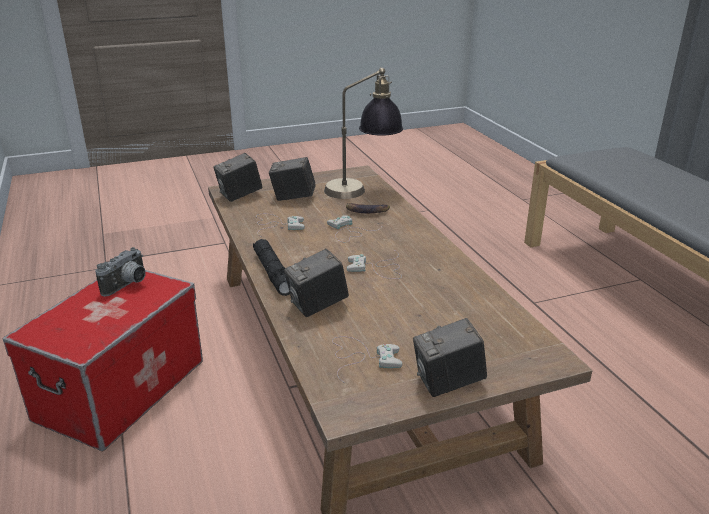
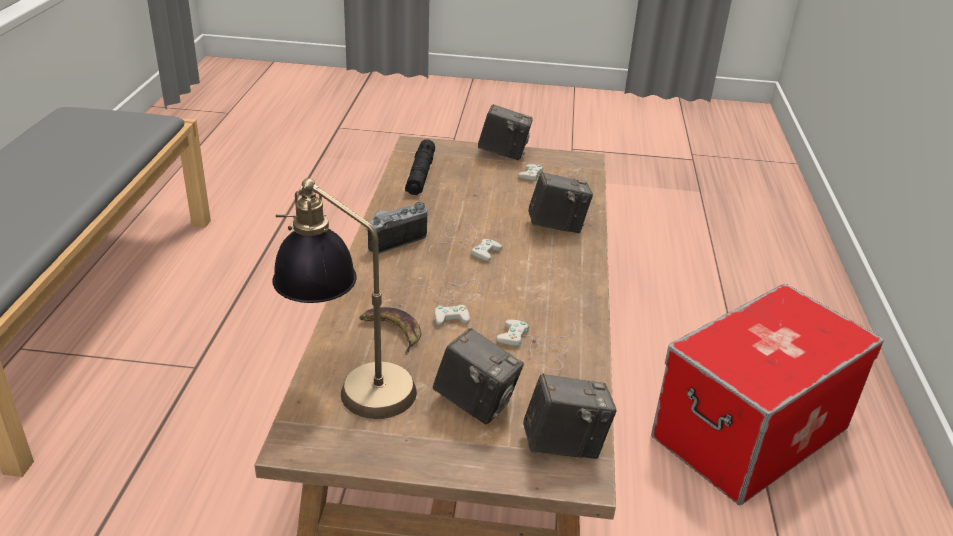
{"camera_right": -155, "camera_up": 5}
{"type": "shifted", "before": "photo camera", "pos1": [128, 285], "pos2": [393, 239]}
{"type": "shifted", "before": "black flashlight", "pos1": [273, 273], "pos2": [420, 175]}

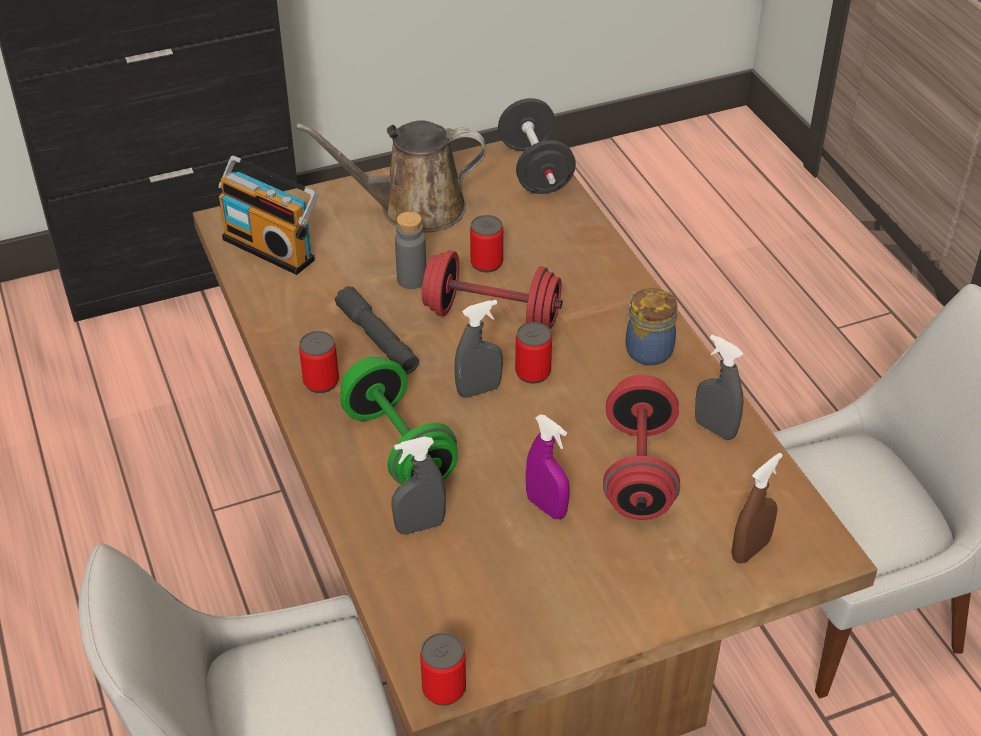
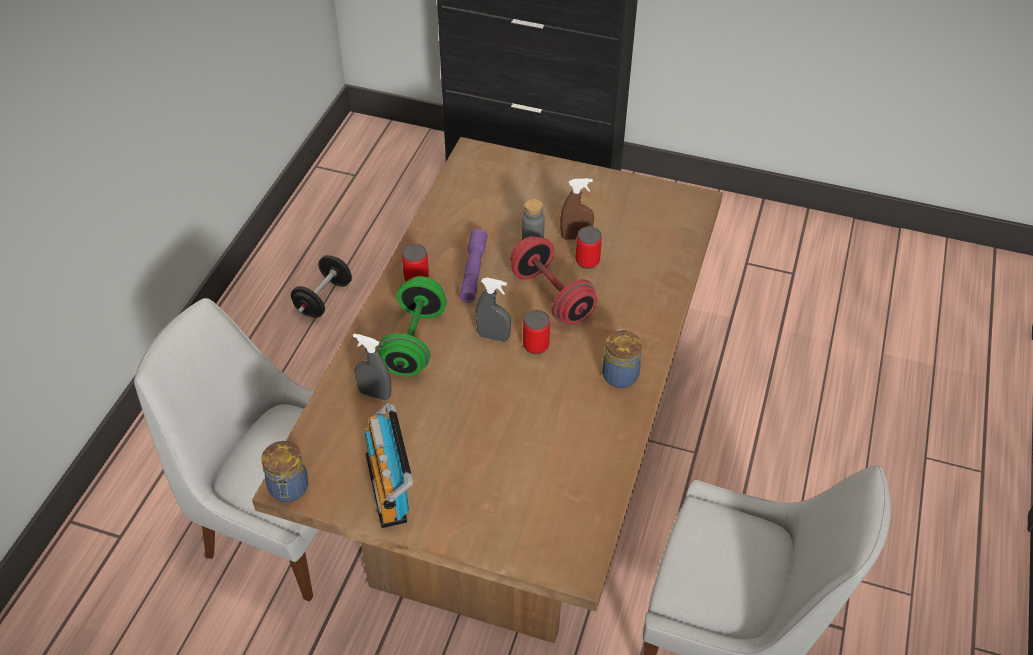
{"camera_right": 40, "camera_up": 5}
{"type": "swapped", "before": "can", "after": "jar", "pos1": [444, 689], "pos2": [289, 489]}
{"type": "shifted", "before": "black dumbbell", "pos1": [535, 170], "pos2": [323, 299]}
{"type": "shifted", "before": "radio", "pos1": [272, 247], "pos2": [391, 487]}
{"type": "repainted", "before": "grey flashlight", "after": "purple flashlight", "pos1": [377, 339], "pos2": [473, 271]}
{"type": "shifted", "before": "brown spray bottle", "pos1": [750, 550], "pos2": [576, 237]}
{"type": "gone", "before": "brown watering can", "pos1": [414, 209]}
{"type": "gone", "before": "purple spray bottle", "pos1": [546, 507]}
{"type": "gone", "before": "red dumbbell", "pos1": [639, 471]}
{"type": "gone", "before": "grey spray bottle", "pos1": [715, 429]}

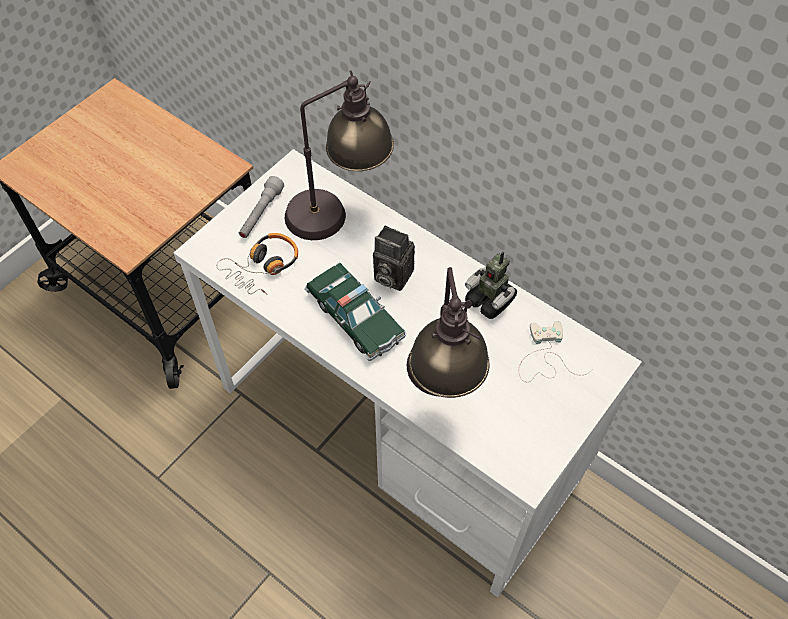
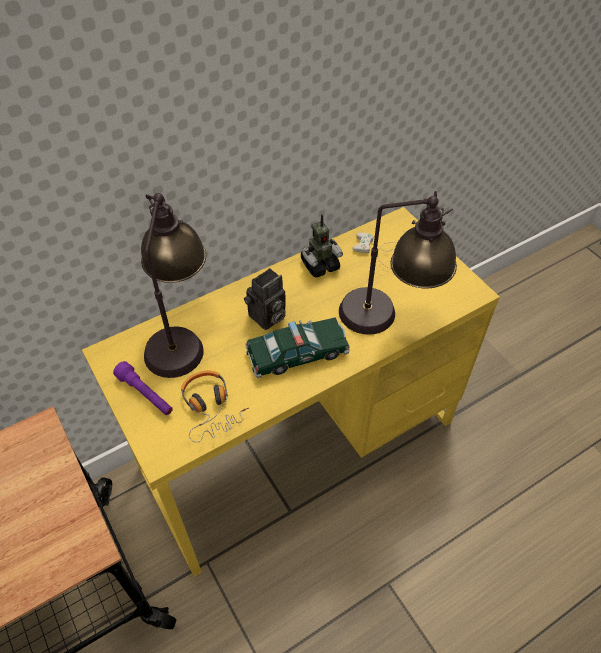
{"camera_right": -70, "camera_up": -5}
{"type": "repainted", "before": "white desk", "after": "yellow desk", "pos1": [397, 433], "pos2": [299, 444]}
{"type": "repainted", "before": "grey flashlight", "after": "purple flashlight", "pos1": [261, 214], "pos2": [146, 394]}

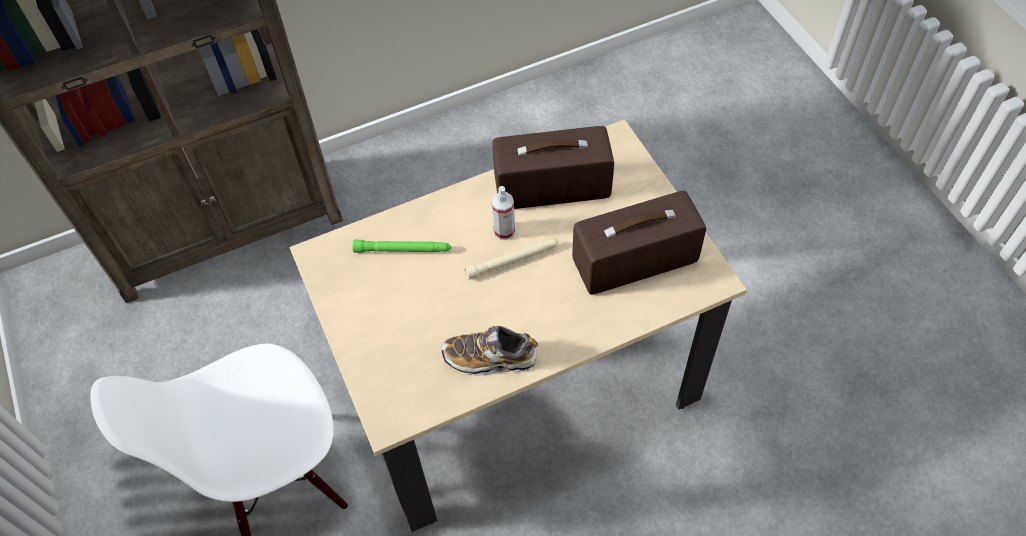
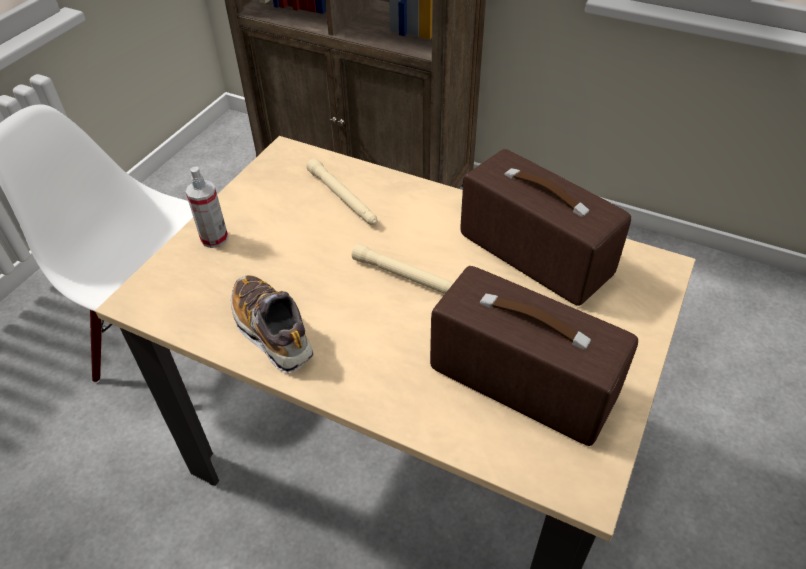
{"camera_right": 50, "camera_up": -10}
{"type": "shifted", "before": "spray bottle", "pos1": [504, 231], "pos2": [214, 238]}
{"type": "repainted", "before": "green flashlight", "after": "beige flashlight", "pos1": [403, 250], "pos2": [343, 198]}

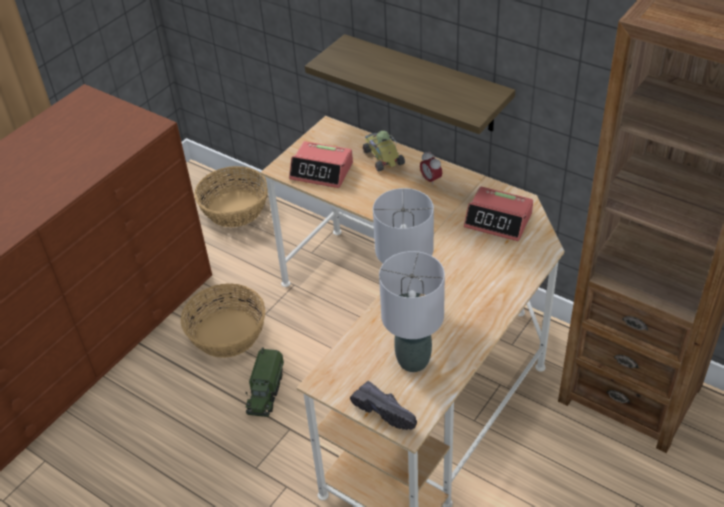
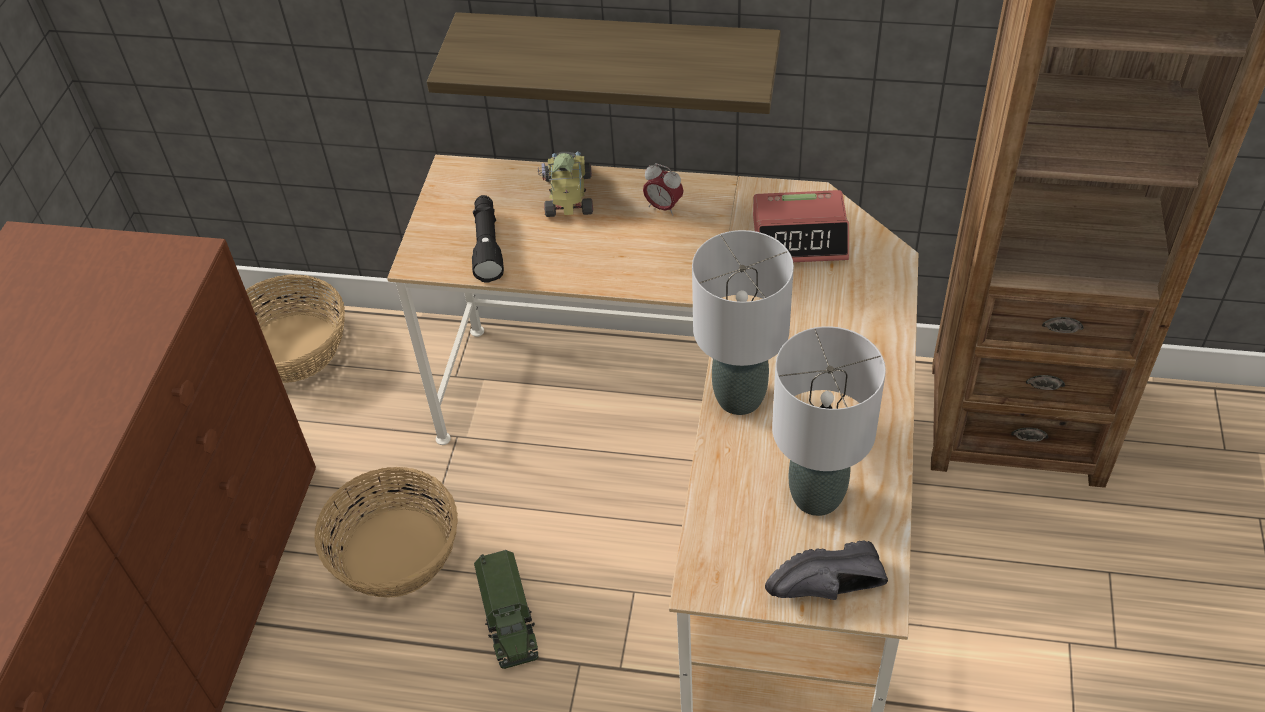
{"camera_right": -25, "camera_up": 5}
{"type": "swapped", "before": "alarm clock", "after": "black flashlight", "pos1": [322, 171], "pos2": [487, 245]}
{"type": "rotated", "before": "toy car", "pos1": [382, 157], "pos2": [567, 194], "turn": 45}
{"type": "rotated", "before": "black shoe", "pos1": [387, 411], "pos2": [829, 590], "turn": 150}

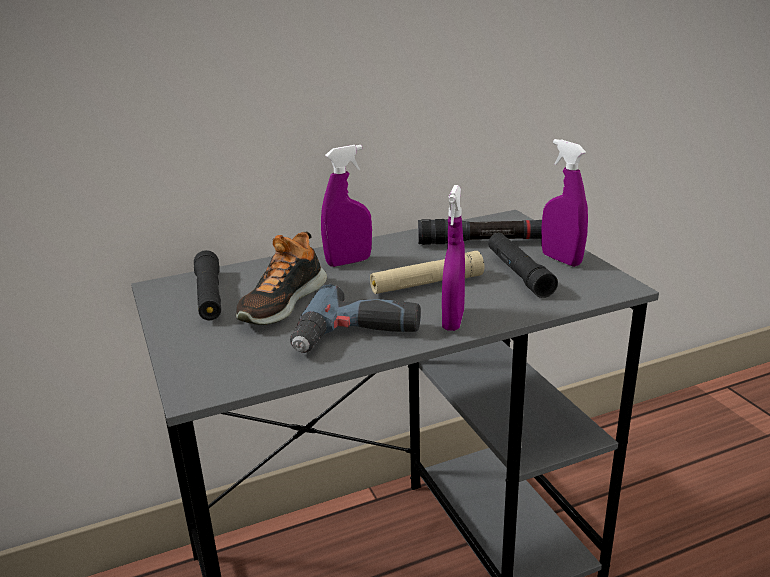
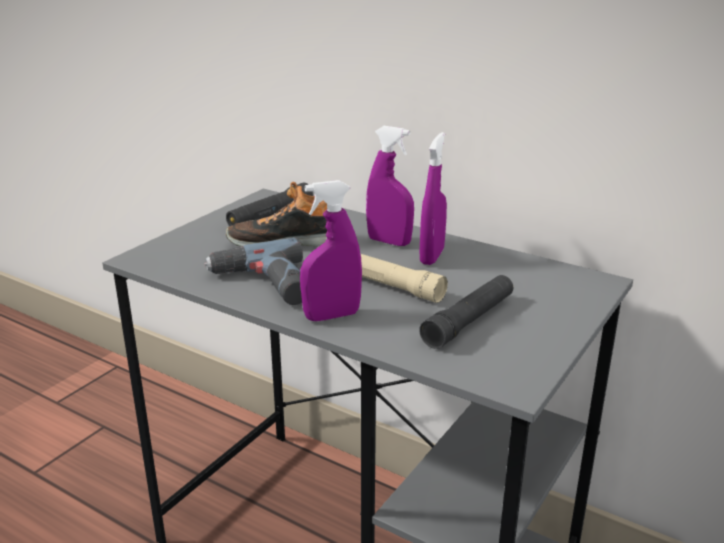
{"camera_right": 55, "camera_up": 0}
{"type": "shifted", "before": "purple spray bottle", "pos1": [561, 259], "pos2": [432, 256]}
{"type": "gone", "before": "black flashlight", "pos1": [482, 242]}

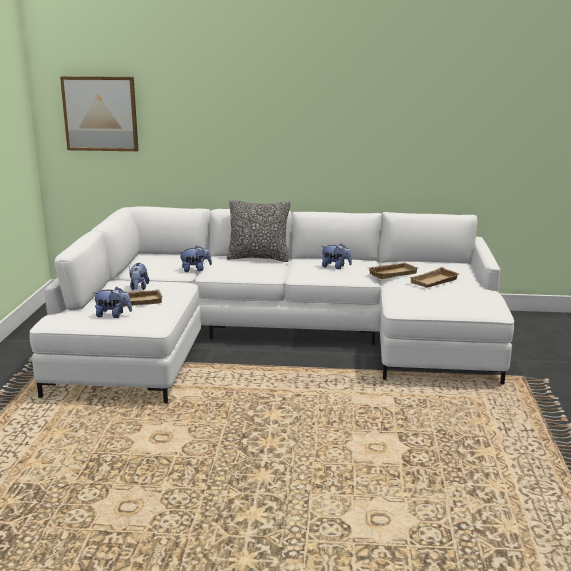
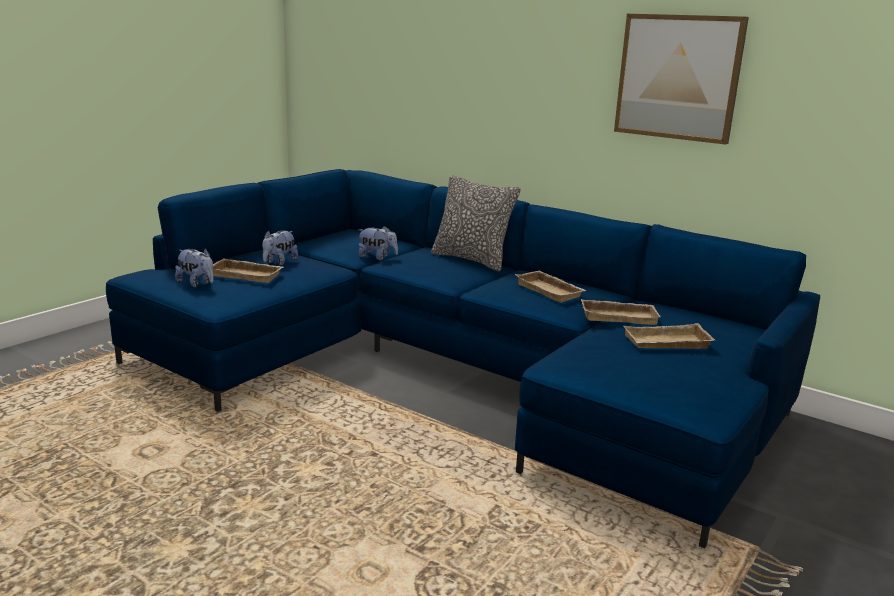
{"camera_right": 30, "camera_up": 0}
{"type": "repainted", "before": "white sofa", "after": "blue sofa", "pos1": [273, 338], "pos2": [449, 371]}
{"type": "swapped", "before": "plush toy", "after": "beige tray", "pos1": [336, 267], "pos2": [551, 291]}
{"type": "shifted", "before": "picture", "pos1": [100, 113], "pos2": [678, 77]}

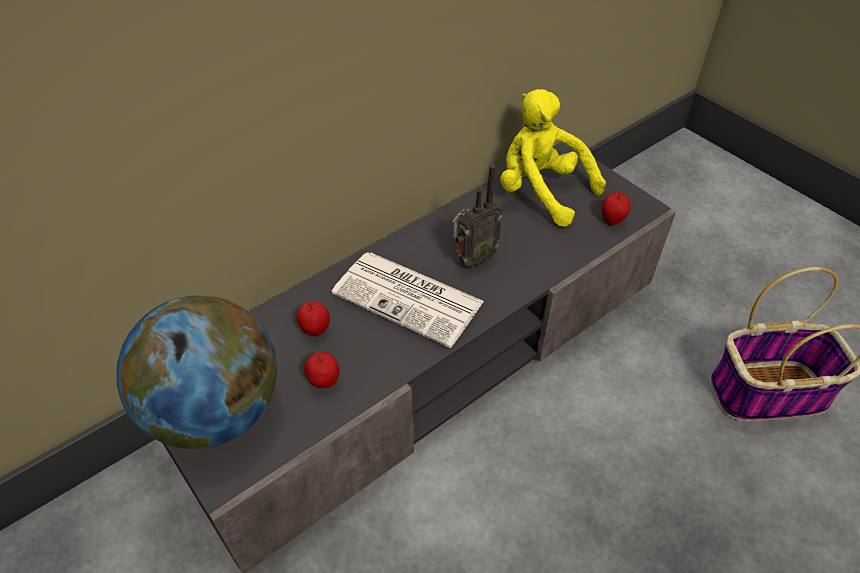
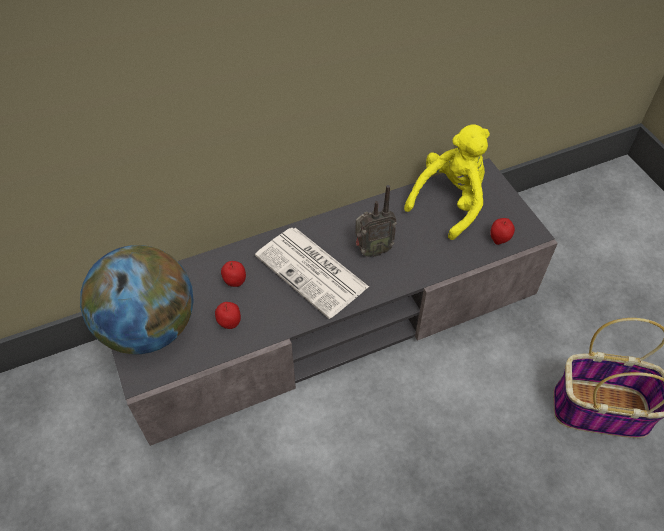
{"camera_right": 15, "camera_up": 5}
{"type": "rotated", "before": "yellow plush toy", "pos1": [541, 192], "pos2": [449, 202], "turn": 75}

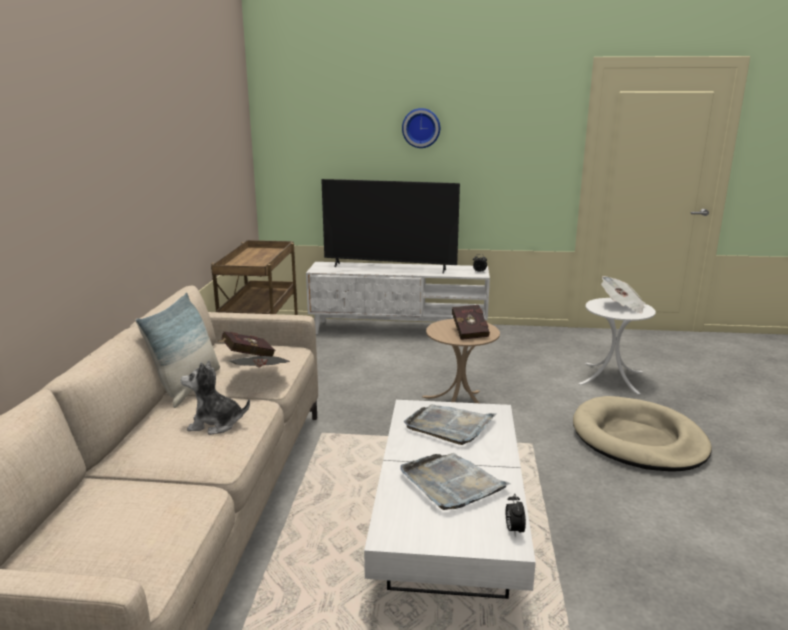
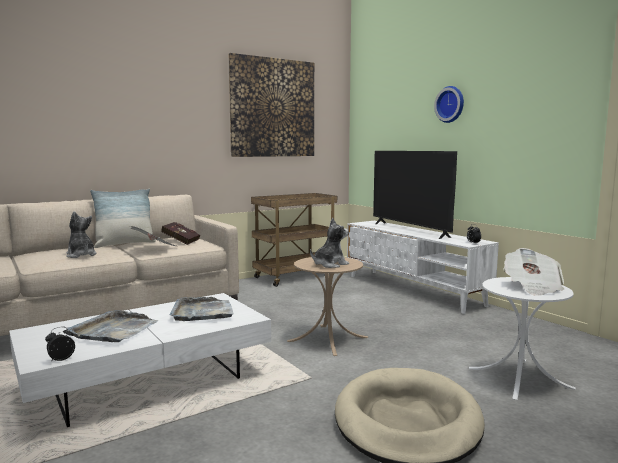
{"camera_right": 50, "camera_up": -10}
{"type": "new", "after": "picture", "pos2": [273, 108]}
{"type": "swapped", "before": "red book", "after": "plush toy", "pos1": [469, 332], "pos2": [329, 264]}

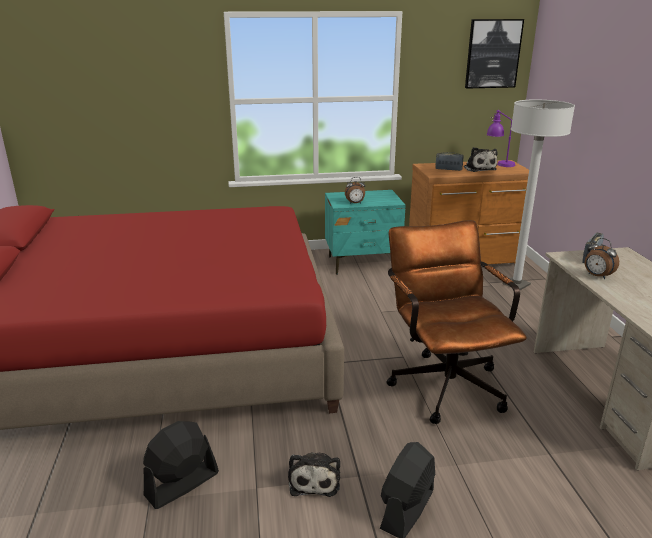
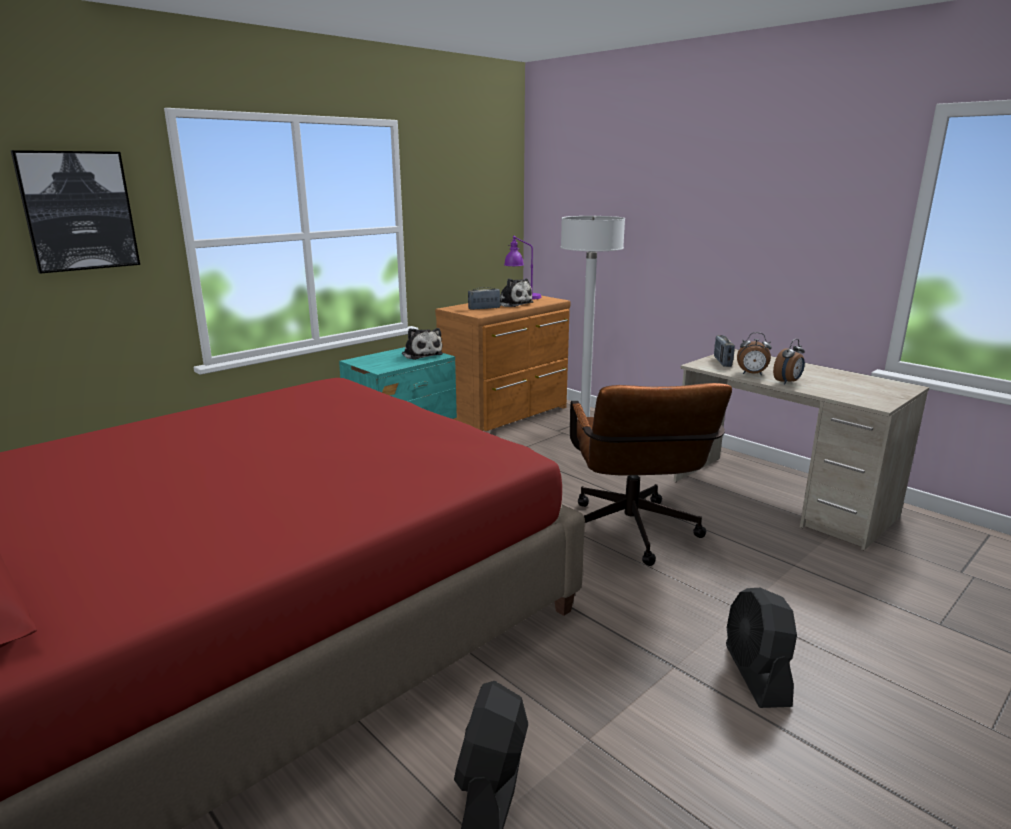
{"camera_right": -35, "camera_up": -5}
{"type": "shifted", "before": "picture", "pos1": [493, 54], "pos2": [78, 211]}
{"type": "shifted", "before": "plush toy", "pos1": [314, 479], "pos2": [421, 354]}
{"type": "rotated", "before": "brown office chair", "pos1": [444, 381], "pos2": [633, 536], "turn": -135}
{"type": "shifted", "before": "alarm clock", "pos1": [355, 203], "pos2": [787, 382]}

